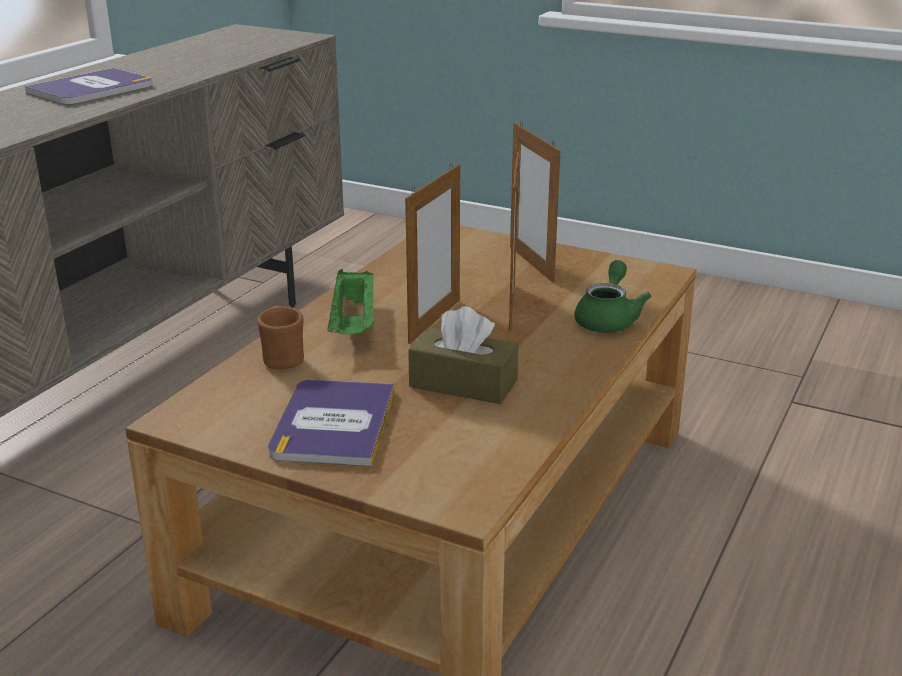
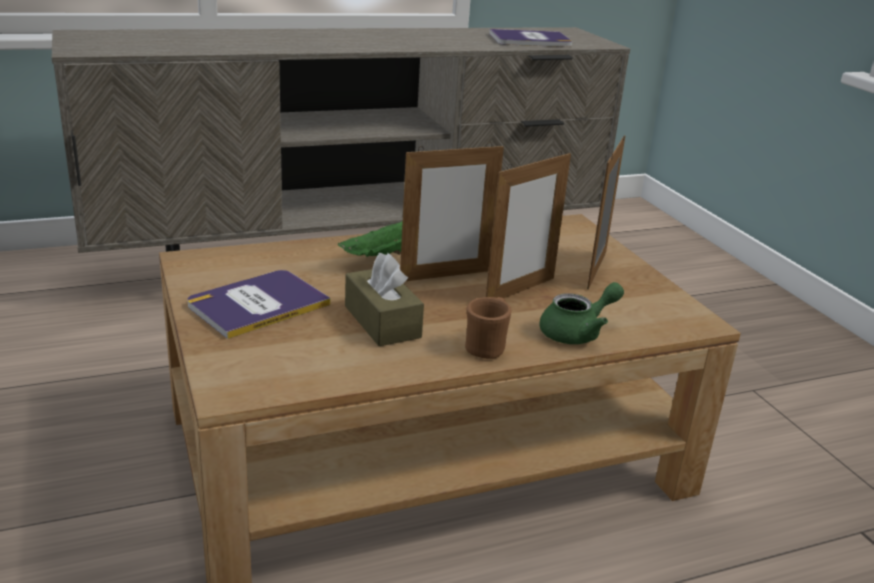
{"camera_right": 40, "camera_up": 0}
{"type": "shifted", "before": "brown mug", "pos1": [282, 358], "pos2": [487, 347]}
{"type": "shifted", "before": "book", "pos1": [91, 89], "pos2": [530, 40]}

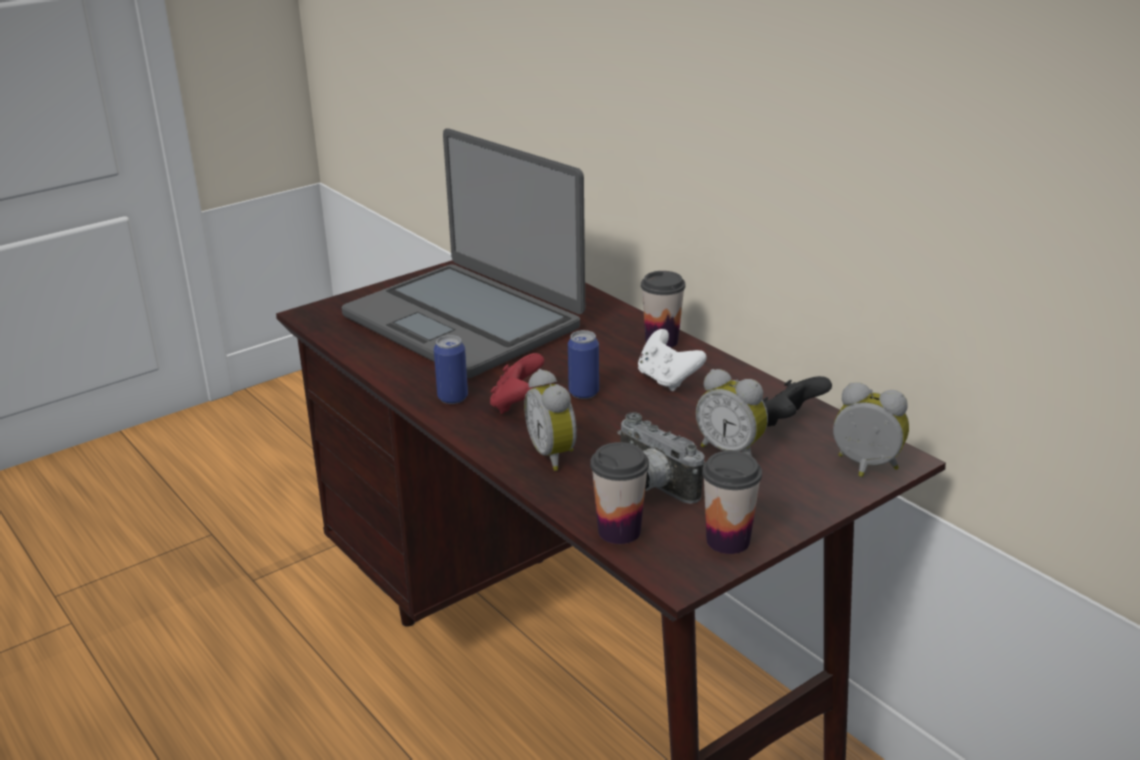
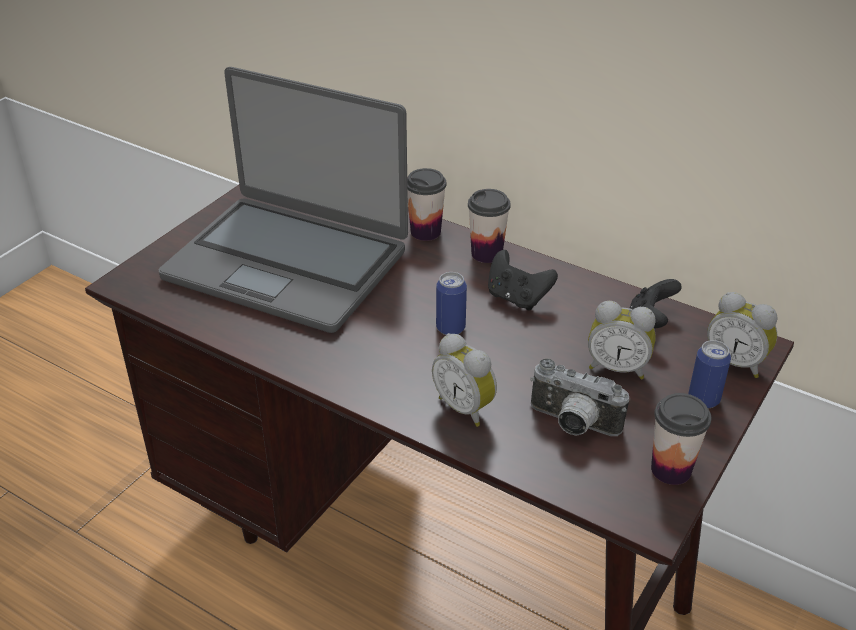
{"camera_right": -20, "camera_up": 10}
{"type": "shifted", "before": "cup", "pos1": [619, 531], "pos2": [425, 232]}
{"type": "repainted", "before": "white game controller", "after": "black game controller", "pos1": [667, 380], "pos2": [517, 298]}
{"type": "shifted", "before": "can", "pos1": [452, 398], "pos2": [703, 399]}
{"type": "rotated", "before": "alarm clock", "pos1": [865, 468], "pos2": [736, 362], "turn": -150}
{"type": "gone", "before": "red game controller", "pos1": [516, 404]}

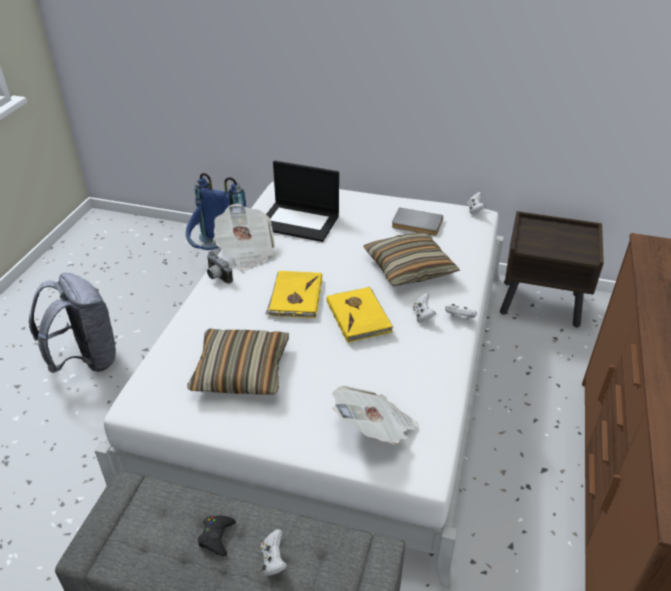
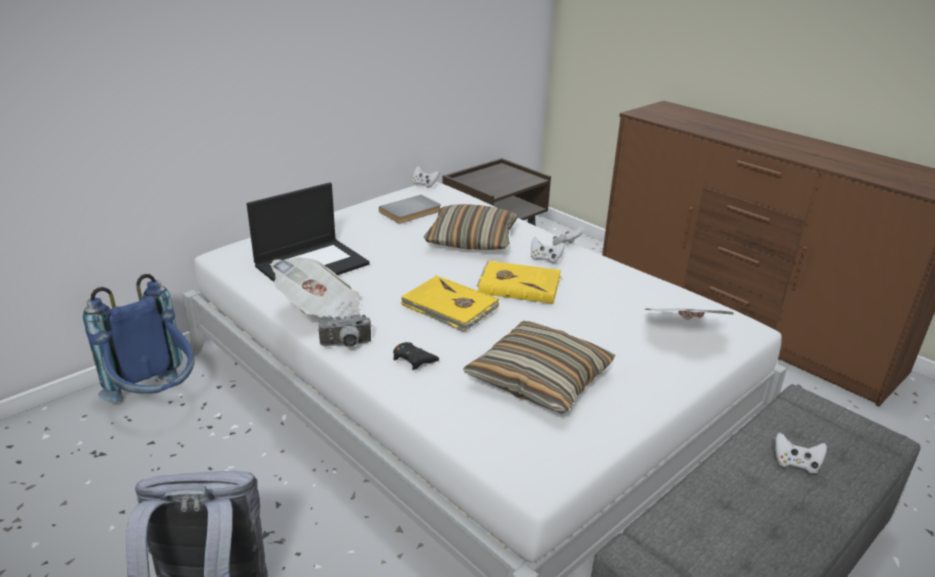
{"camera_right": -60, "camera_up": -10}
{"type": "shifted", "before": "black game controller", "pos1": [216, 537], "pos2": [413, 359]}

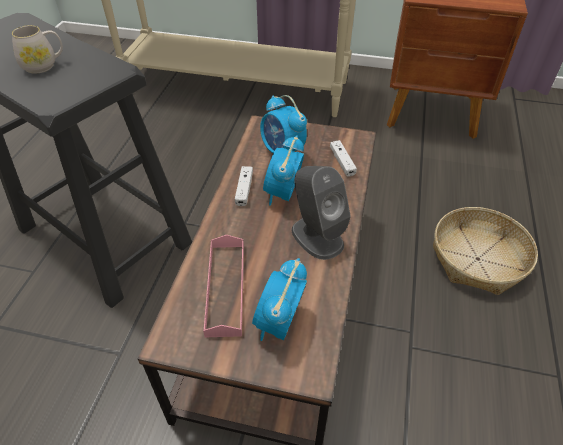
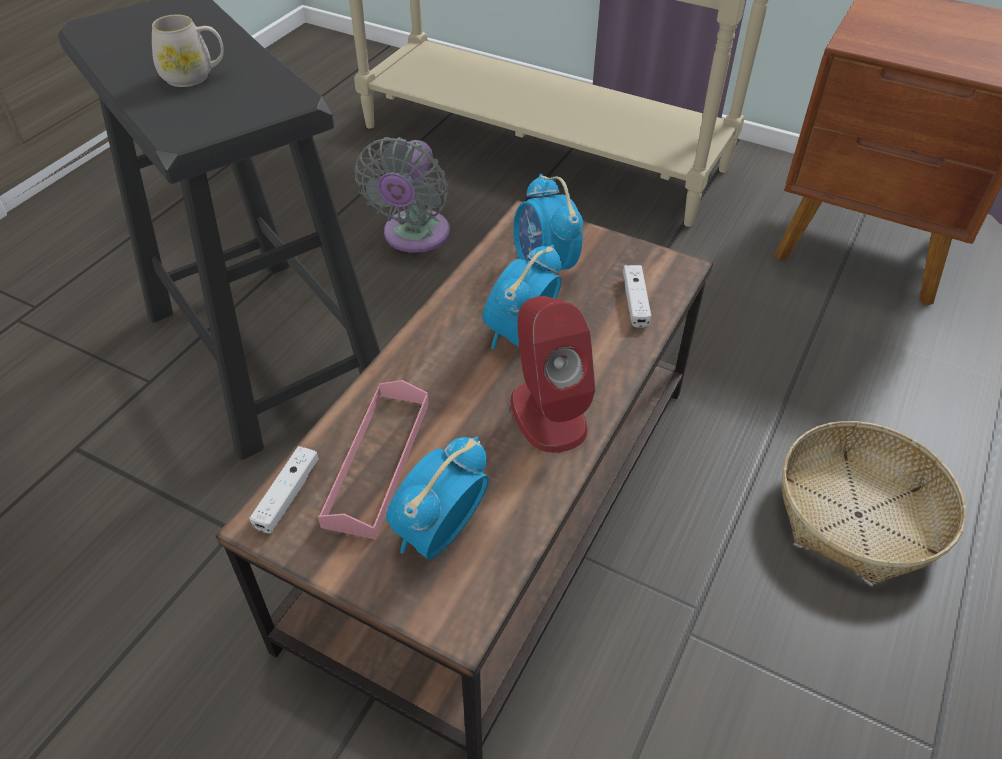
{"camera_right": 15, "camera_up": 0}
{"type": "shifted", "before": "white game controller", "pos1": [244, 189], "pos2": [287, 495]}
{"type": "new", "after": "grey fan", "pos2": [414, 237]}
{"type": "repainted", "before": "grey speaker", "after": "red speaker", "pos1": [316, 236], "pos2": [548, 413]}

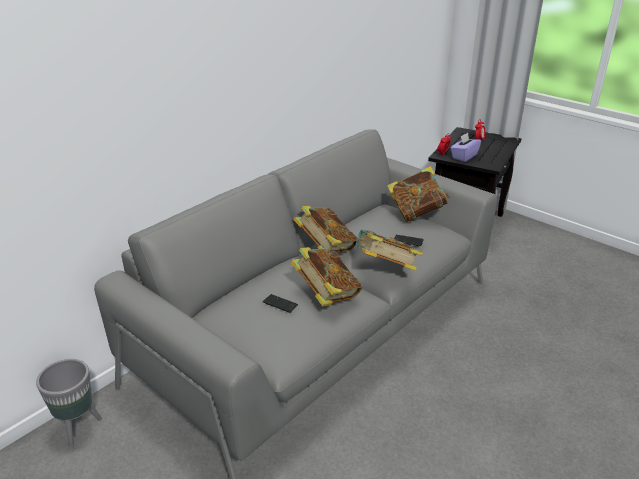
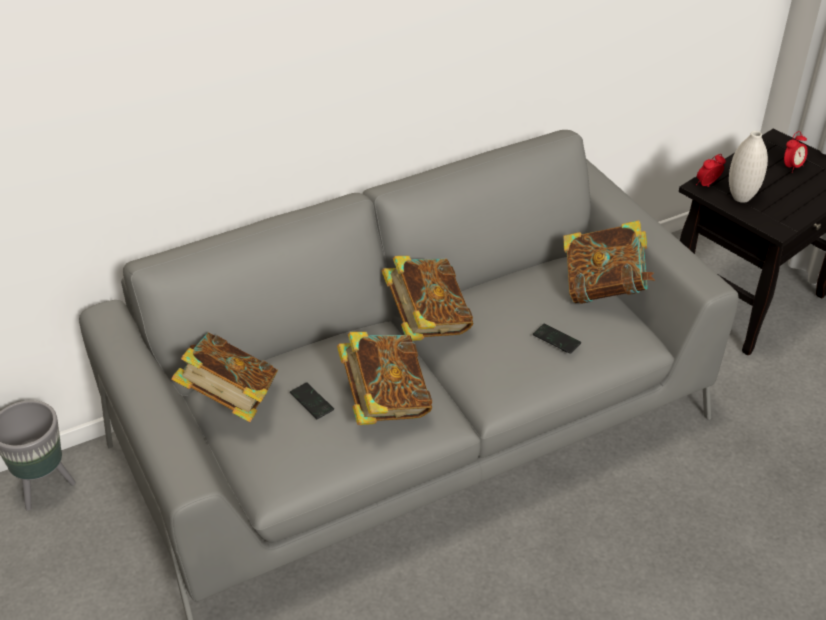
{"camera_right": 20, "camera_up": 10}
{"type": "shifted", "before": "book", "pos1": [384, 269], "pos2": [230, 401]}
{"type": "swapped", "before": "purple tissue box", "after": "white vase", "pos1": [464, 156], "pos2": [741, 197]}

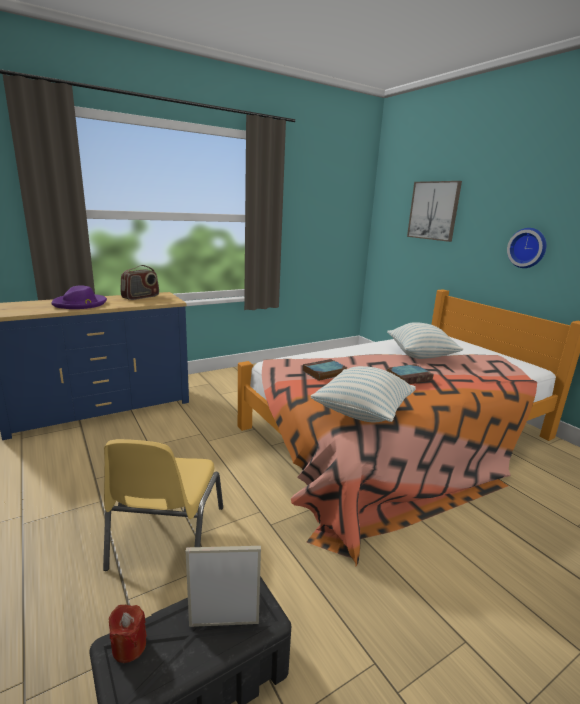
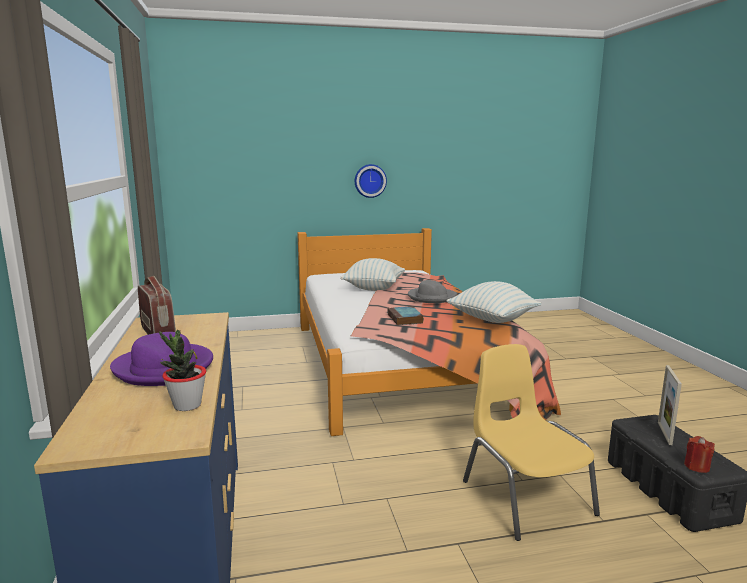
{"camera_right": -70, "camera_up": -5}
{"type": "new", "after": "potted plant", "pos2": [187, 405]}
{"type": "swapped", "before": "book", "after": "grey hat", "pos1": [409, 377], "pos2": [431, 297]}
{"type": "rotated", "before": "yellow chair", "pos1": [166, 537], "pos2": [525, 497], "turn": -135}
{"type": "gone", "before": "picture", "pos1": [433, 210]}

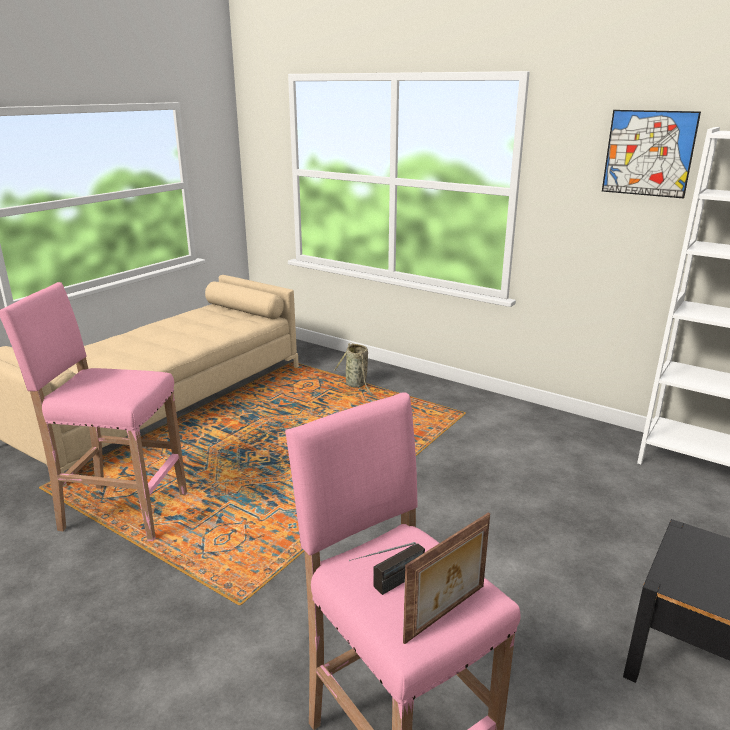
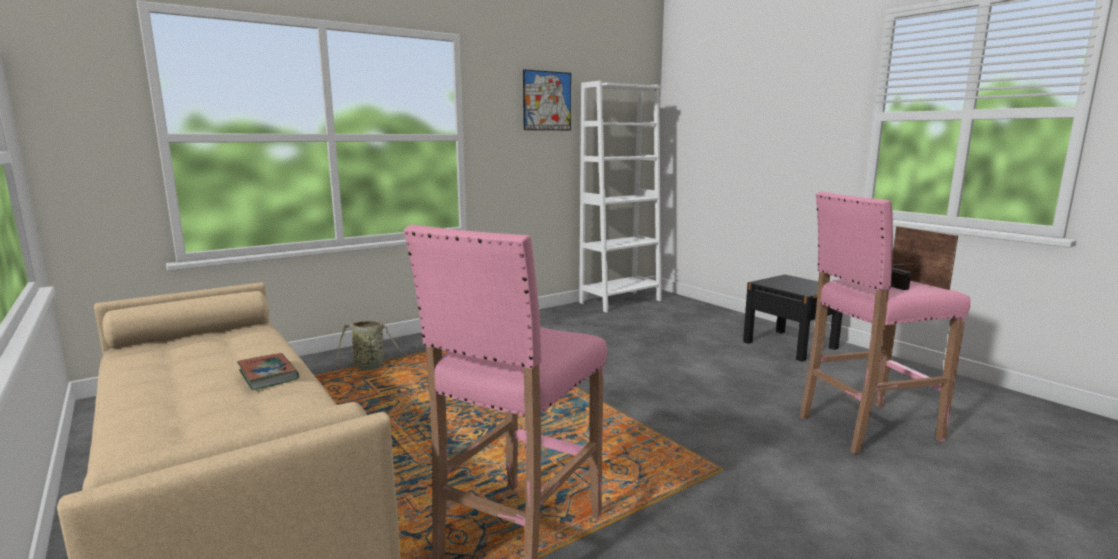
{"camera_right": -70, "camera_up": -10}
{"type": "new", "after": "book", "pos2": [268, 375]}

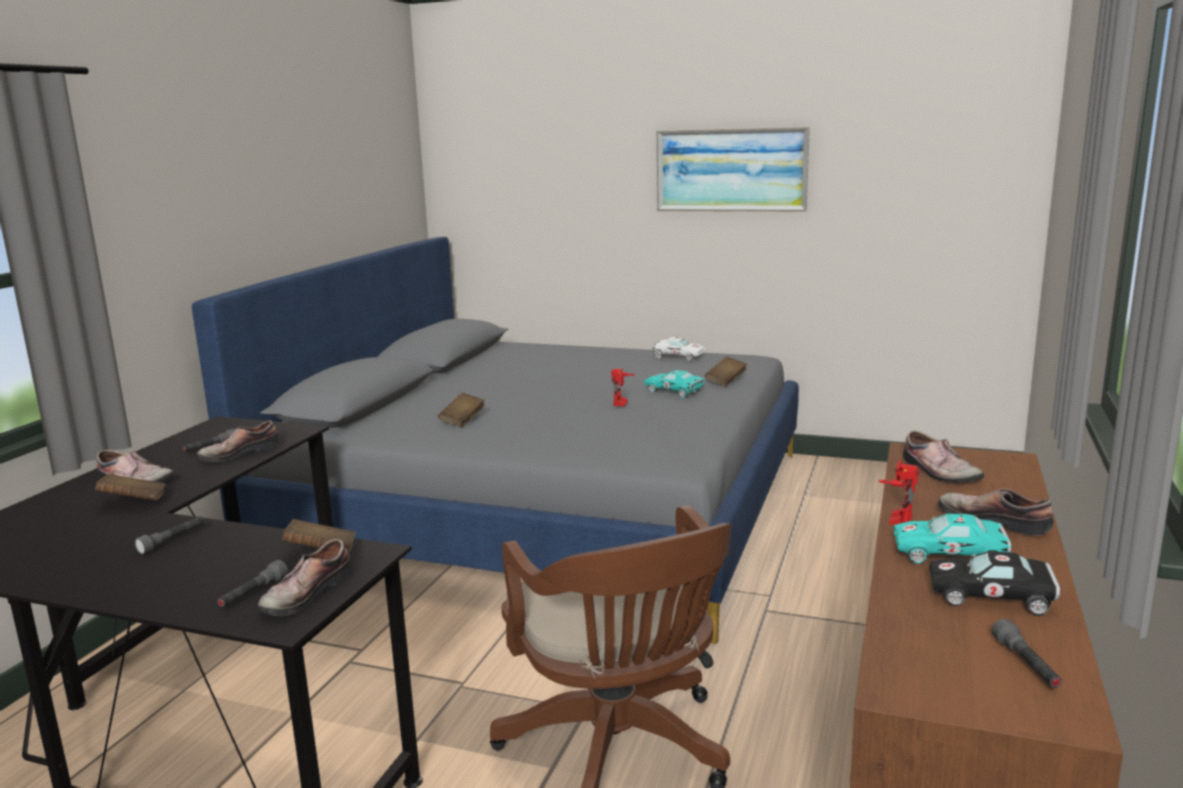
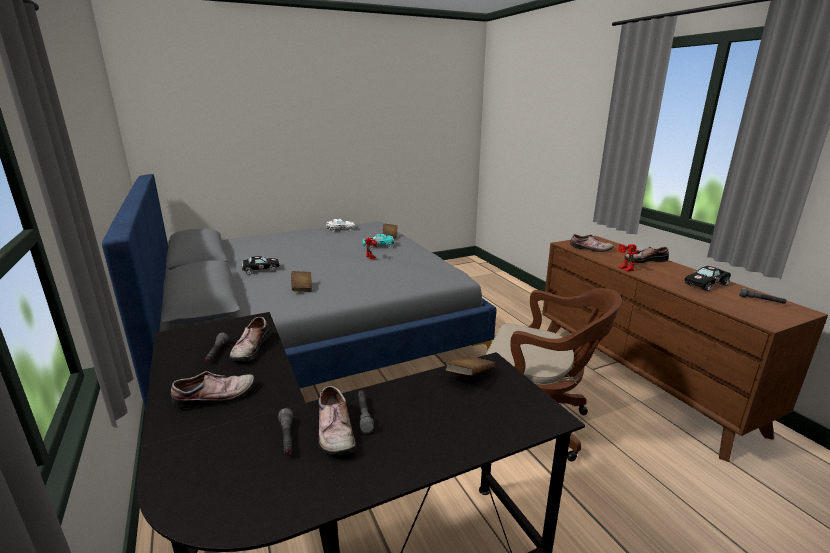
{"camera_right": -45, "camera_up": 5}
{"type": "new", "after": "black toy car", "pos2": [259, 270]}
{"type": "shifted", "before": "grey flashlight", "pos1": [253, 593], "pos2": [287, 438]}
{"type": "shifted", "before": "shoe", "pos1": [304, 593], "pos2": [333, 431]}
{"type": "gone", "before": "brown book", "pos1": [134, 502]}
{"type": "gone", "before": "picture", "pos1": [731, 170]}
{"type": "gone", "before": "turquoise toy car", "pos1": [954, 554]}

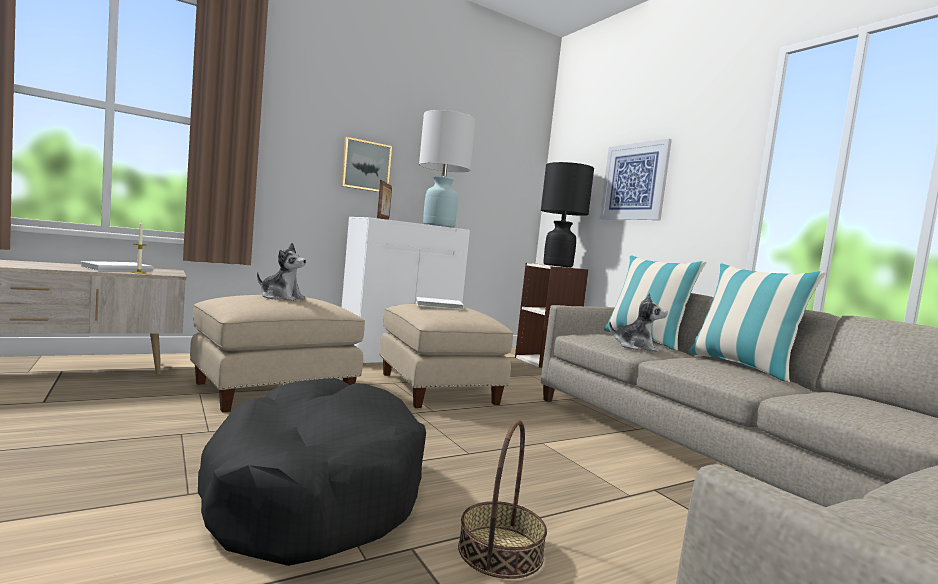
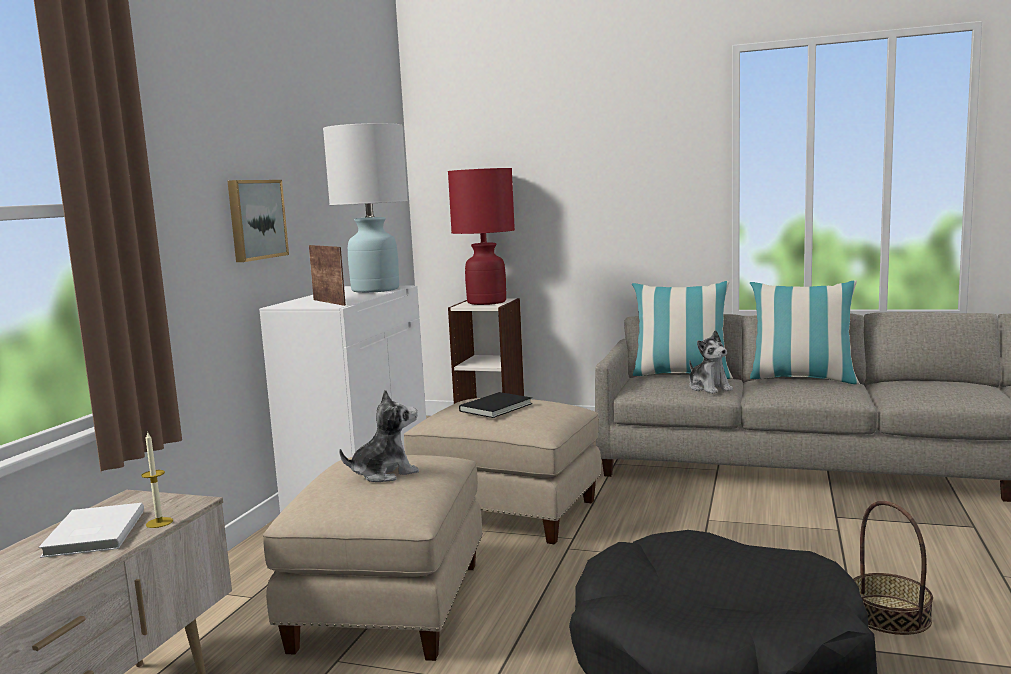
{"camera_right": -40, "camera_up": 5}
{"type": "repainted", "before": "black table lamp", "after": "red table lamp", "pos1": [557, 266], "pos2": [486, 302]}
{"type": "repainted", "before": "white book", "after": "black book", "pos1": [439, 305], "pos2": [498, 407]}
{"type": "rotated", "before": "plush toy", "pos1": [636, 347], "pos2": [709, 388], "turn": 90}
{"type": "gone", "before": "picture", "pos1": [634, 182]}

